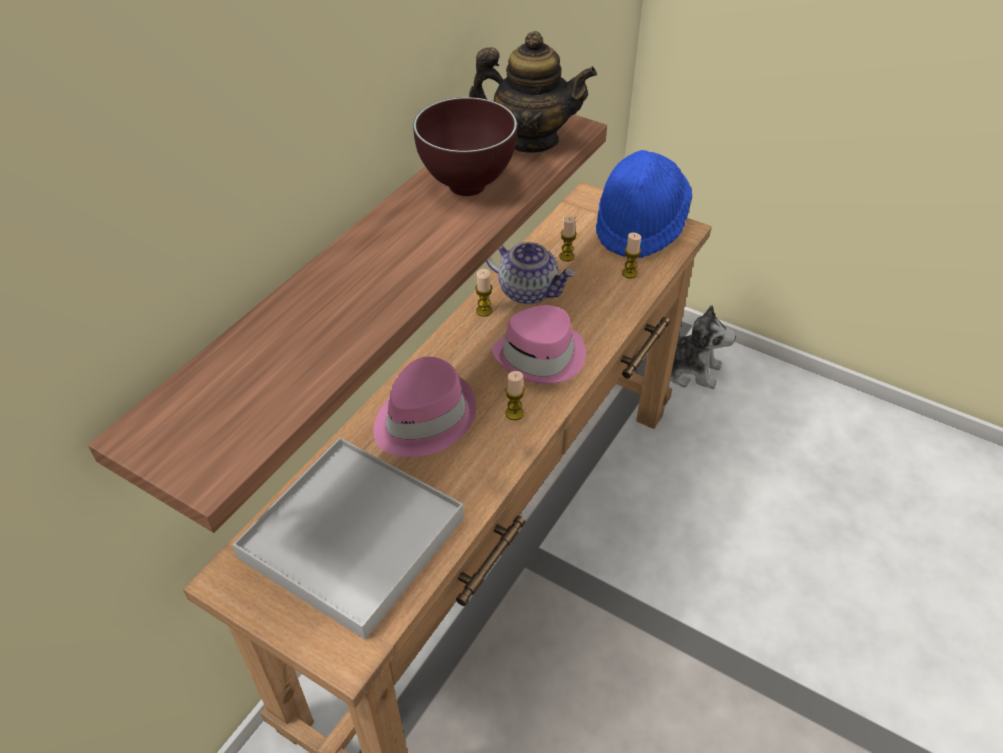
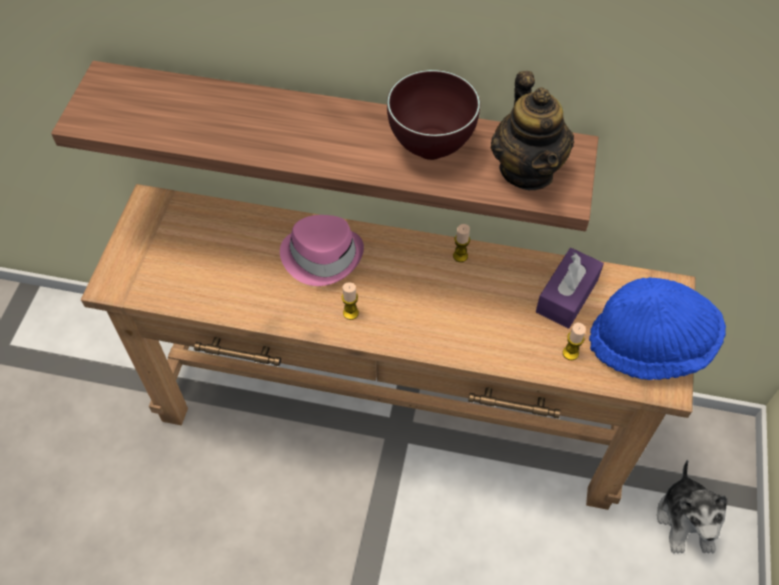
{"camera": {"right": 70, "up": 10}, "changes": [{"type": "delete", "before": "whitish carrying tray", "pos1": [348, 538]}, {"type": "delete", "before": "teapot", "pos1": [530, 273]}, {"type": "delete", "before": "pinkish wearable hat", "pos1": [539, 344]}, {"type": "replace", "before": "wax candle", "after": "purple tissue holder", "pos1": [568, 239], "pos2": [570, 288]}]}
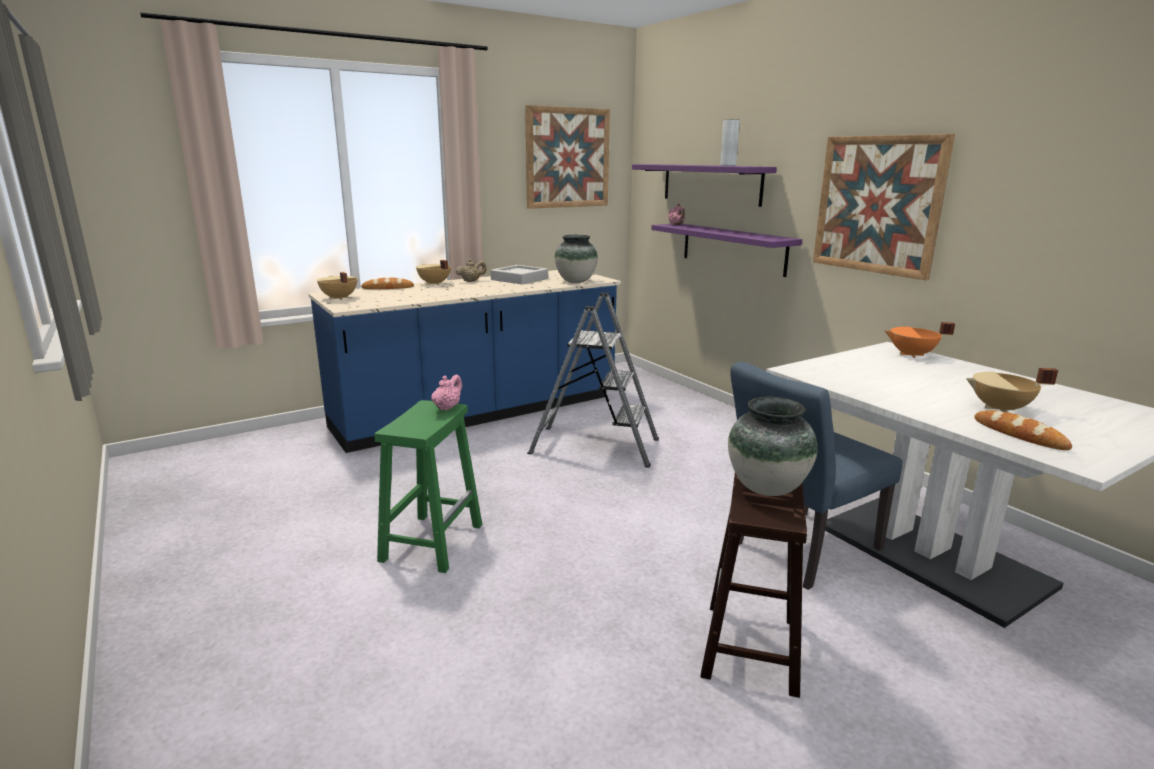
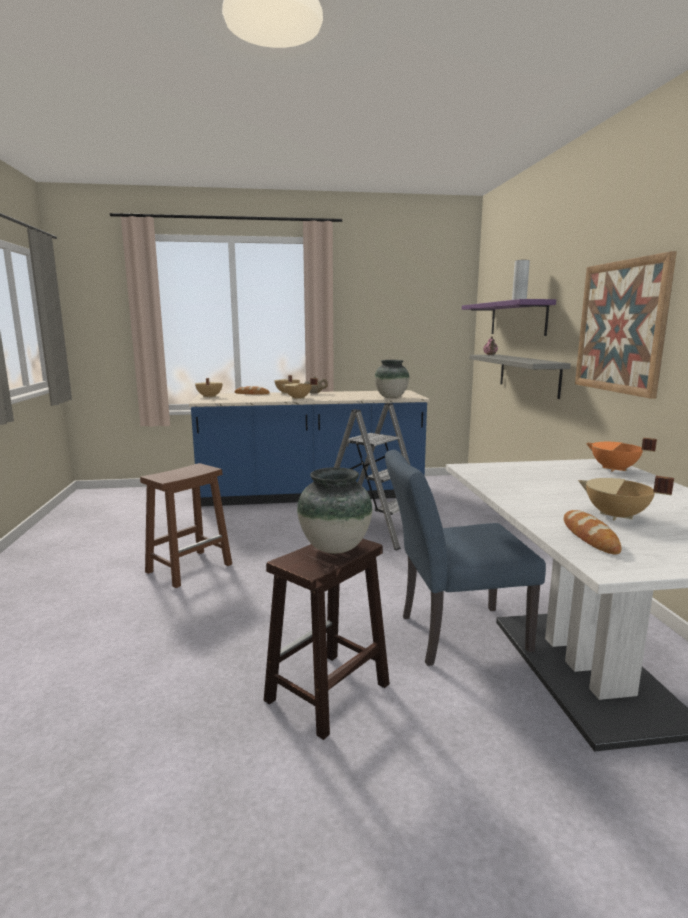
{"camera": {"right": 25, "up": -5}, "changes": [{"type": "delete", "before": "pinkish teapot", "pos1": [446, 393]}, {"type": "delete", "before": "grey carrying tray", "pos1": [519, 274]}, {"type": "delete", "before": "wall picture", "pos1": [567, 157]}, {"type": "insert", "after": "sand-coloured cooking pot", "pos2": [299, 388]}, {"type": "recolor", "before": "greenish stool", "after": "brownish stool", "pos1": [428, 486], "pos2": [186, 525]}, {"type": "recolor", "before": "purple bracket shelf", "after": "grey bracket shelf", "pos1": [726, 250], "pos2": [520, 377]}]}
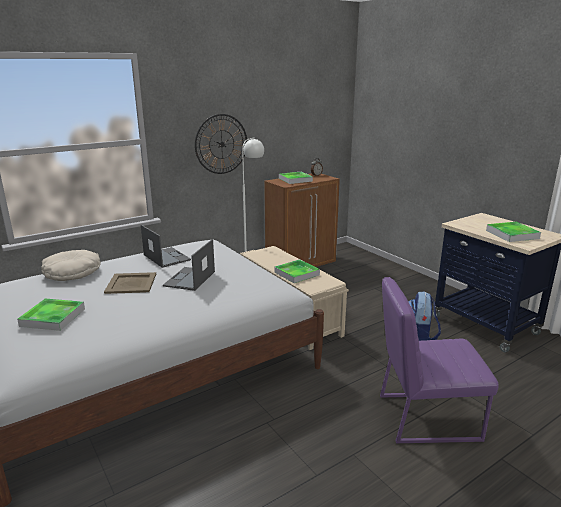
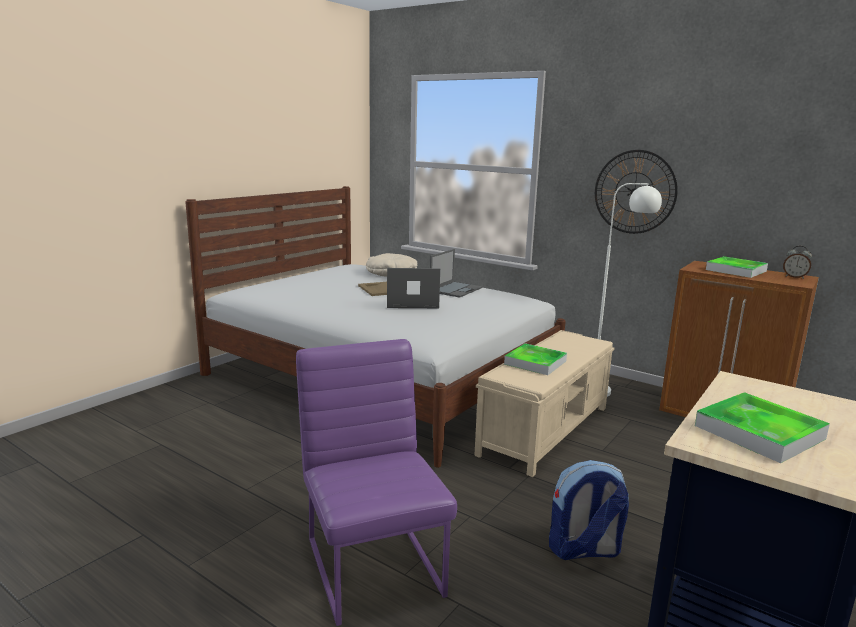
{"camera": {"right": 70, "up": -5}, "changes": [{"type": "delete", "before": "carrying tray", "pos1": [51, 315]}]}
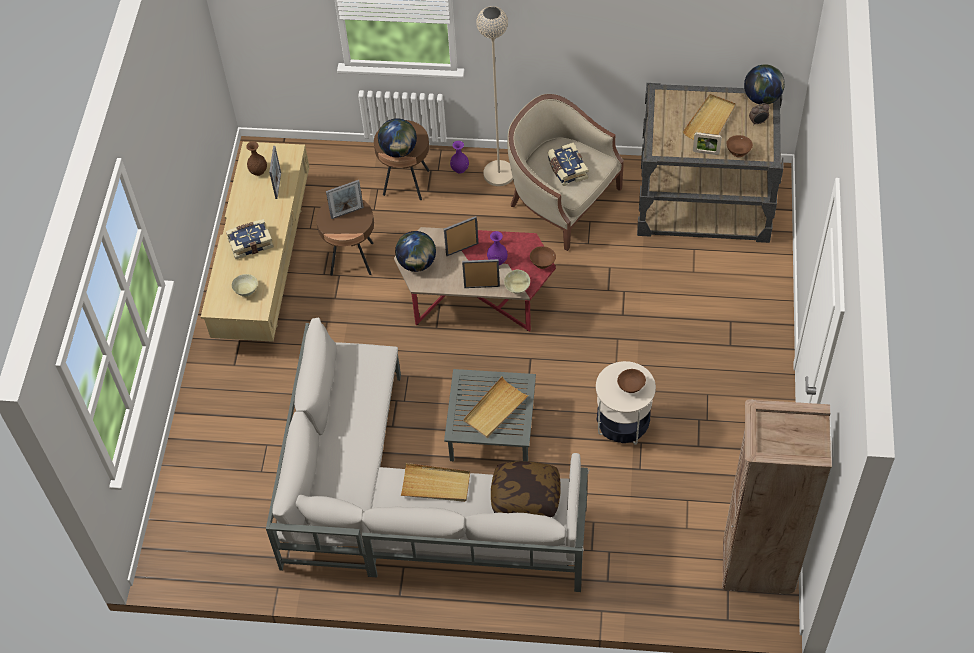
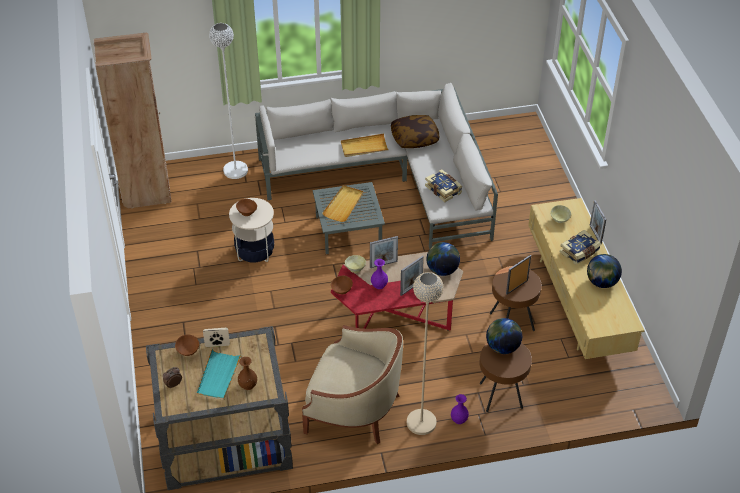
{"camera": {"right": 160, "up": -10}, "changes": [{"type": "insert", "after": "whitish standard lamp", "pos2": [228, 101]}, {"type": "move", "before": "brownish vase", "pos1": [256, 158], "pos2": [247, 373]}, {"type": "move", "before": "photo frame", "pos1": [275, 172], "pos2": [598, 222]}, {"type": "move", "before": "cushion", "pos1": [526, 489], "pos2": [415, 131]}, {"type": "move", "before": "bound book", "pos1": [568, 164], "pos2": [443, 185]}, {"type": "move", "before": "world globe", "pos1": [764, 84], "pos2": [604, 271]}, {"type": "recolor", "before": "sand-coloured carrying tray", "after": "turquoise carrying tray", "pos1": [709, 117], "pos2": [219, 374]}]}
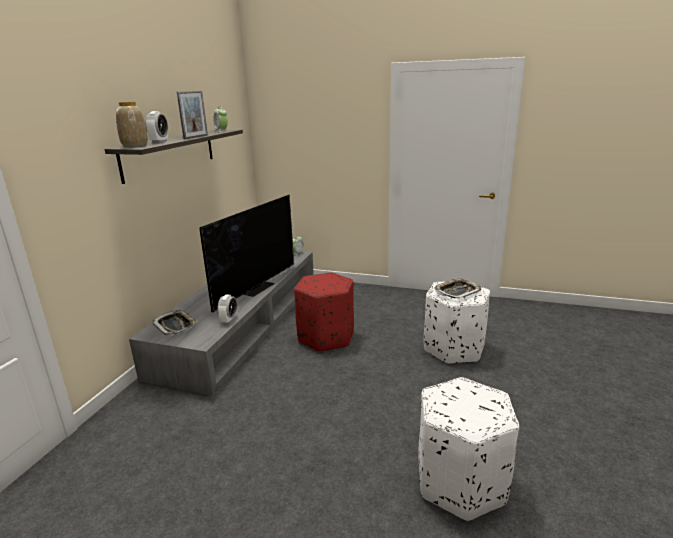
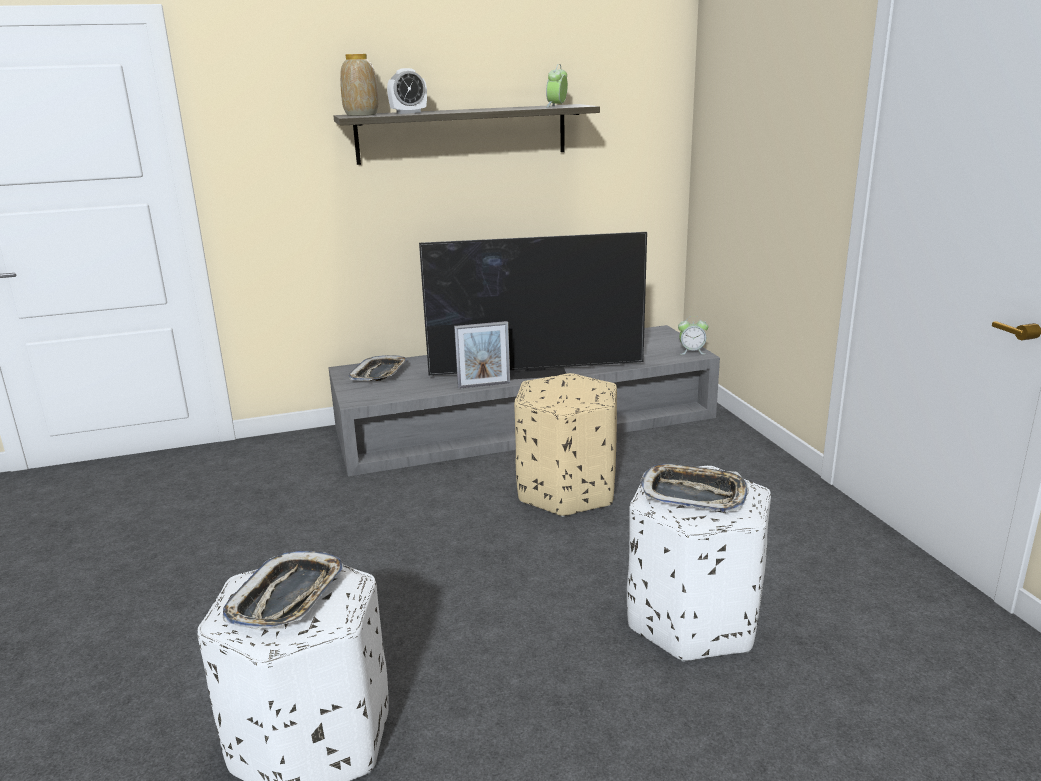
{"camera": {"right": 55, "up": 0}, "changes": [{"type": "delete", "before": "table clock", "pos1": [227, 309]}, {"type": "insert", "after": "carrying tray", "pos2": [283, 590]}, {"type": "move", "before": "photo frame", "pos1": [192, 115], "pos2": [482, 355]}, {"type": "recolor", "before": "red-coloured pouffe", "after": "sand-coloured pouffe", "pos1": [324, 312], "pos2": [565, 445]}]}
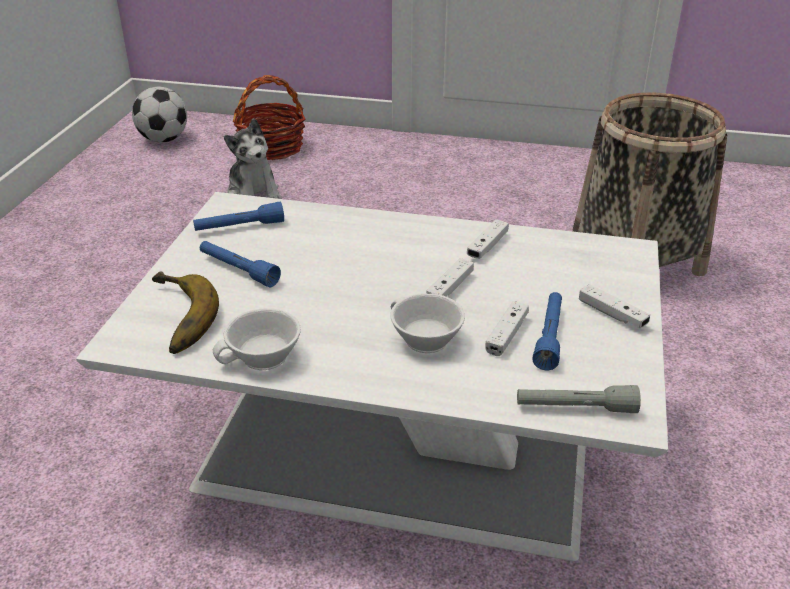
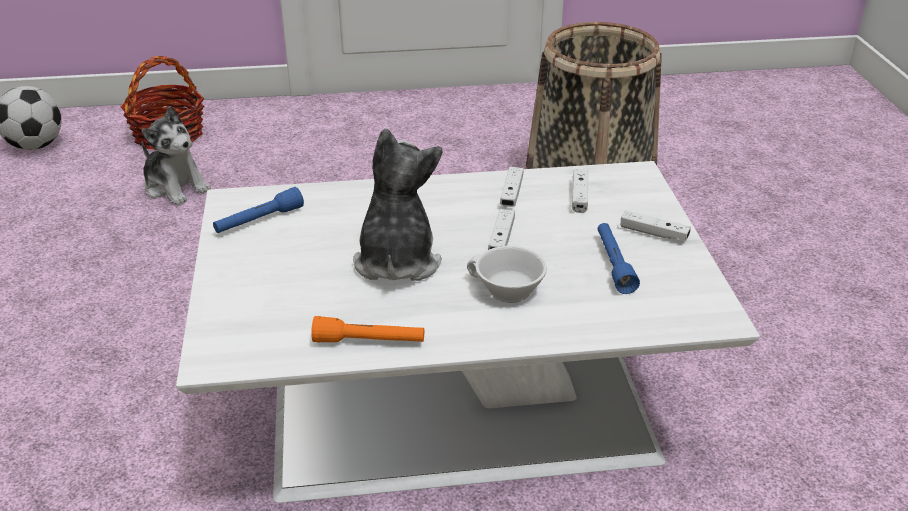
{"camera": {"right": -20, "up": 0}, "changes": [{"type": "delete", "before": "banana", "pos1": [185, 312]}, {"type": "delete", "before": "blue-coloured hand torch", "pos1": [240, 264]}, {"type": "delete", "before": "grey hand torch", "pos1": [579, 399]}, {"type": "insert", "after": "plush toy", "pos2": [397, 204]}, {"type": "move", "before": "whitish game controller", "pos1": [507, 328], "pos2": [580, 191]}, {"type": "replace", "before": "whitish small cup", "after": "orangey hand torch", "pos1": [257, 339], "pos2": [367, 329]}]}
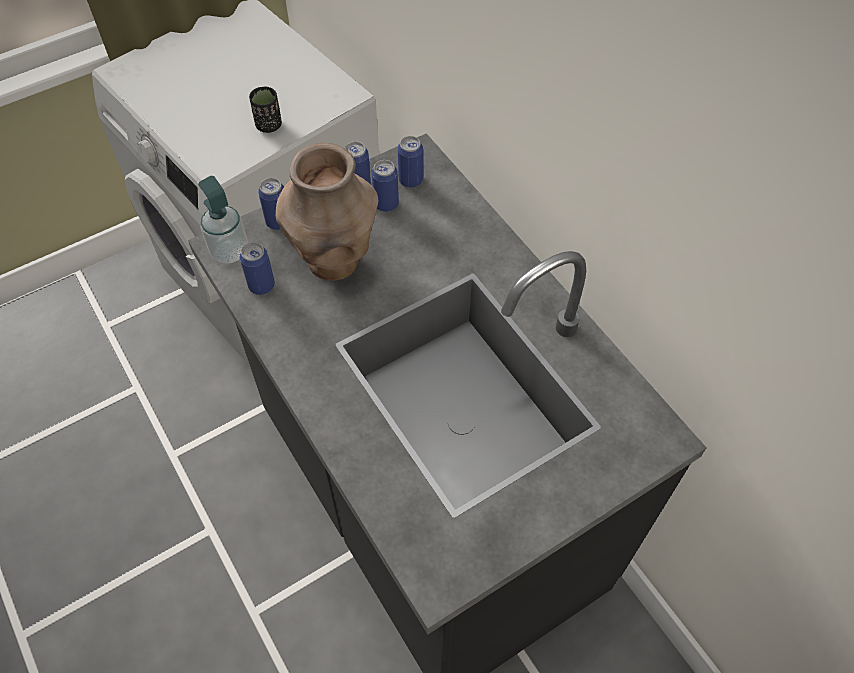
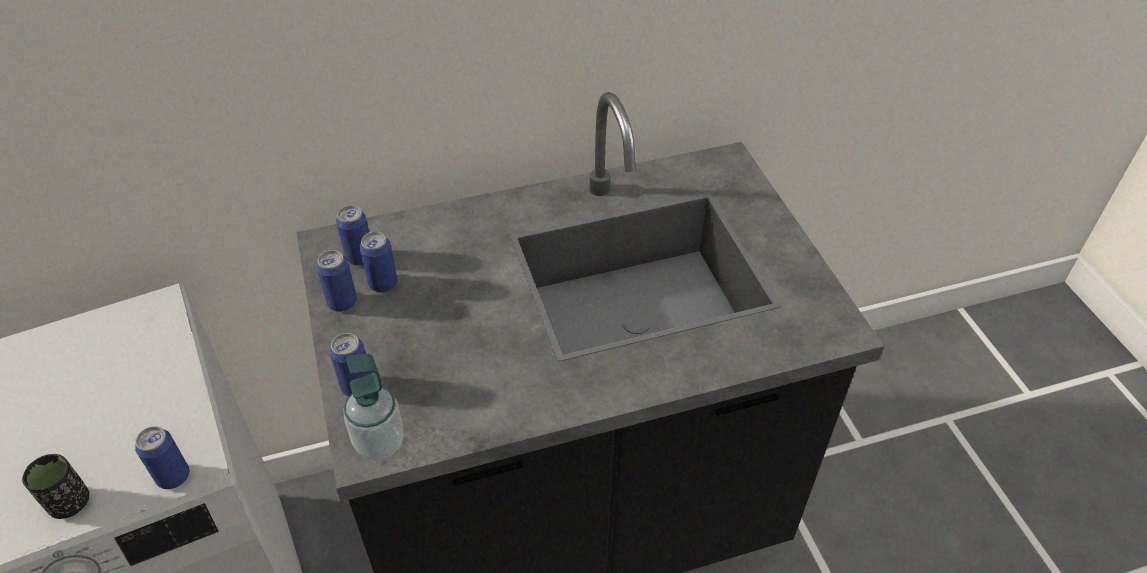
{"camera": {"right": -75, "up": -10}, "changes": [{"type": "delete", "before": "brownish vase", "pos1": [326, 212]}, {"type": "move", "before": "sealed can", "pos1": [257, 268], "pos2": [162, 457]}, {"type": "move", "before": "black-coloured small cup", "pos1": [265, 109], "pos2": [55, 486]}]}
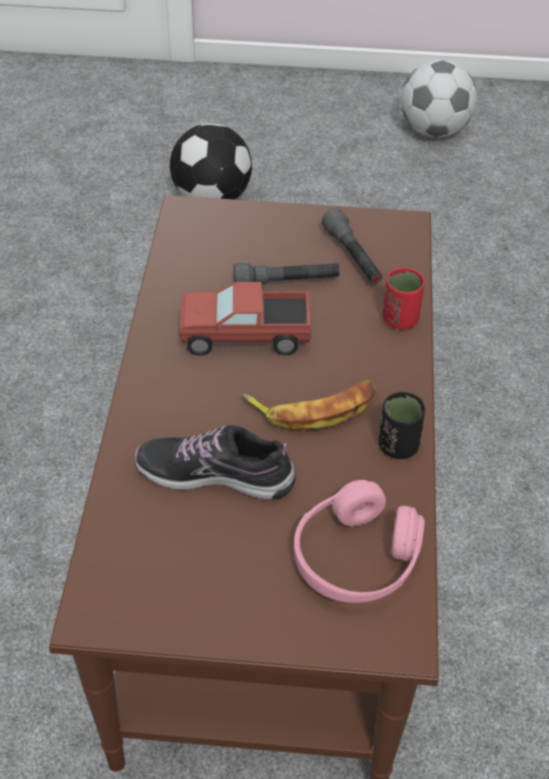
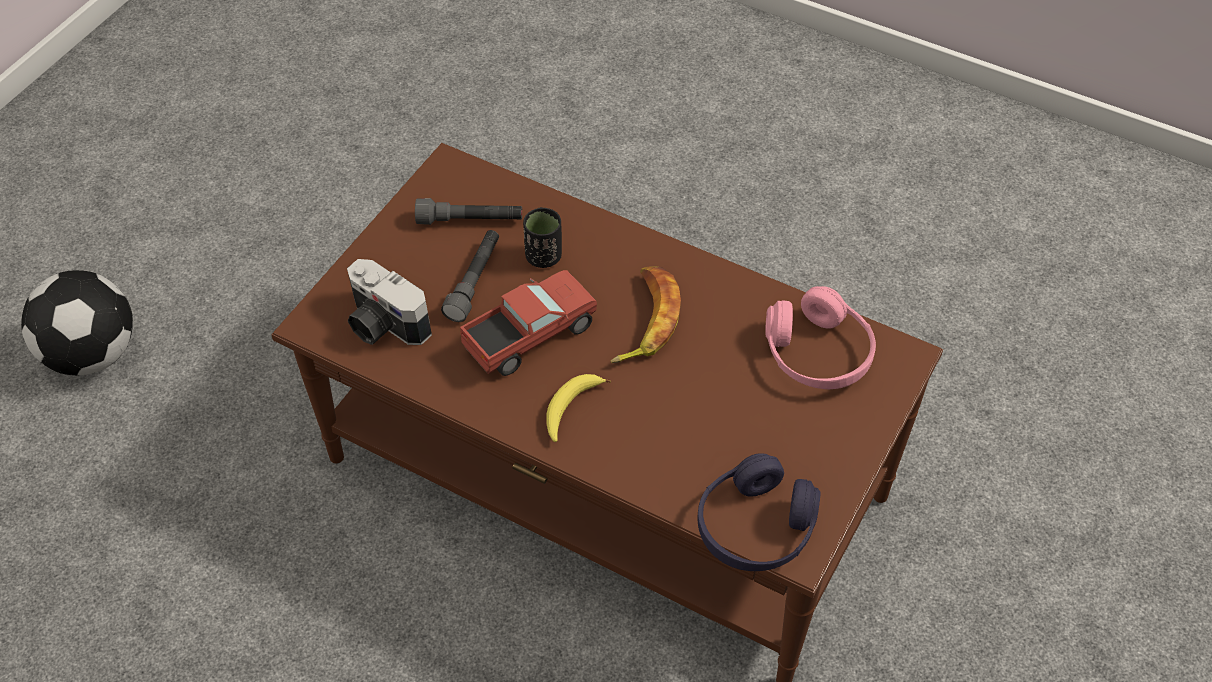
{"camera": {"right": -65, "up": 5}, "changes": [{"type": "delete", "before": "item of footwear", "pos1": [215, 462]}, {"type": "delete", "before": "red-coloured small cup", "pos1": [404, 298]}, {"type": "delete", "before": "football", "pos1": [439, 99]}, {"type": "insert", "after": "still camera", "pos2": [389, 302]}, {"type": "insert", "after": "banana", "pos2": [578, 408]}, {"type": "insert", "after": "purple pair of headphones", "pos2": [759, 512]}, {"type": "move", "before": "black-coloured small cup", "pos1": [402, 425], "pos2": [542, 237]}, {"type": "rotate", "before": "toy lorry", "pos1": [245, 319], "pos2": [528, 323], "turn": -150}]}
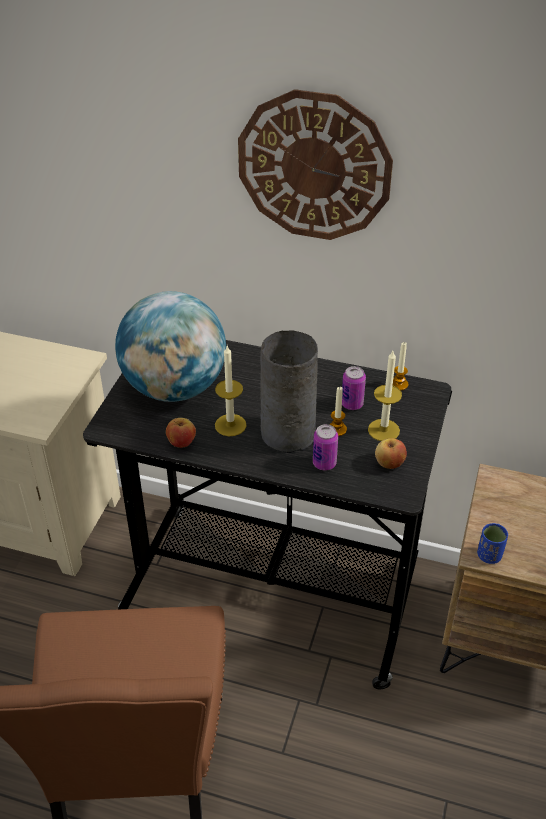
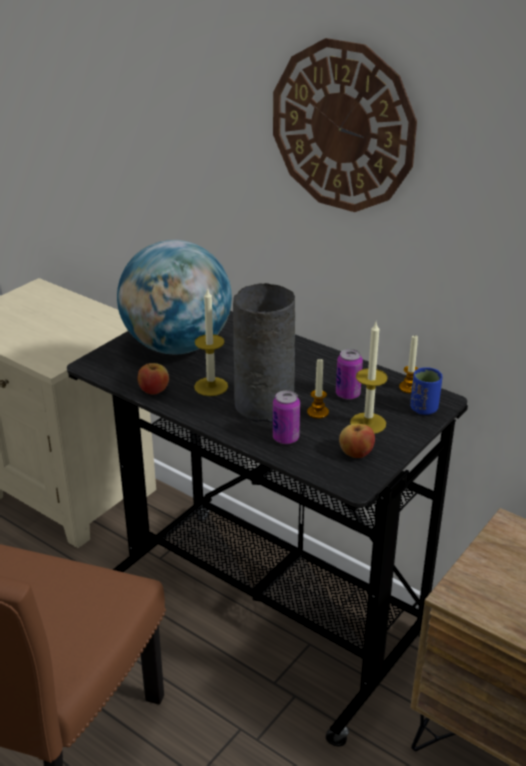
{"camera": {"right": 20, "up": -10}, "changes": [{"type": "move", "before": "blue-coloured small cup", "pos1": [492, 543], "pos2": [426, 391]}]}
